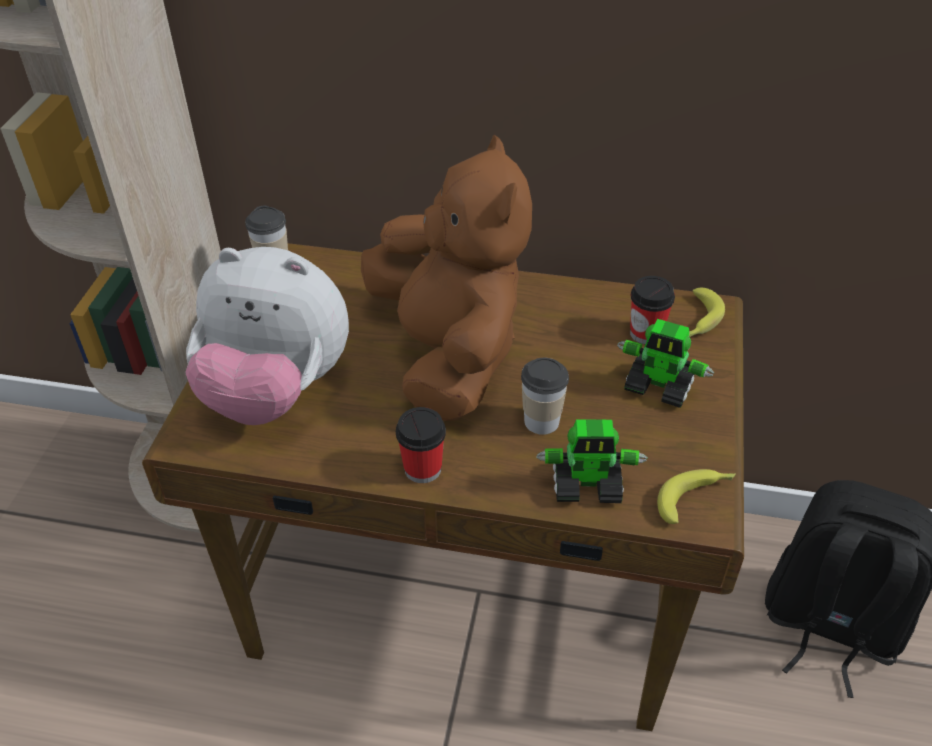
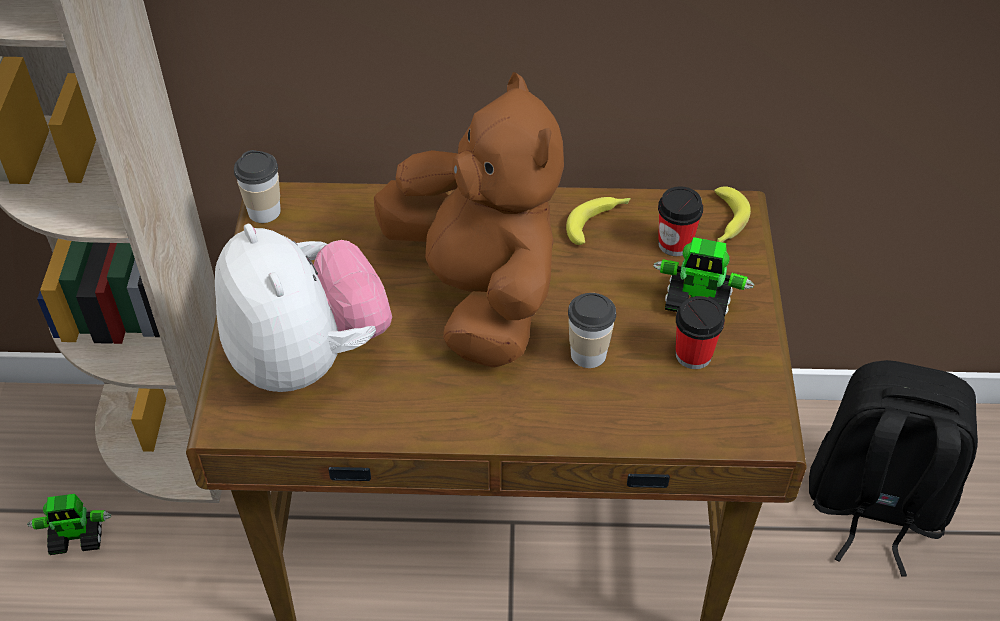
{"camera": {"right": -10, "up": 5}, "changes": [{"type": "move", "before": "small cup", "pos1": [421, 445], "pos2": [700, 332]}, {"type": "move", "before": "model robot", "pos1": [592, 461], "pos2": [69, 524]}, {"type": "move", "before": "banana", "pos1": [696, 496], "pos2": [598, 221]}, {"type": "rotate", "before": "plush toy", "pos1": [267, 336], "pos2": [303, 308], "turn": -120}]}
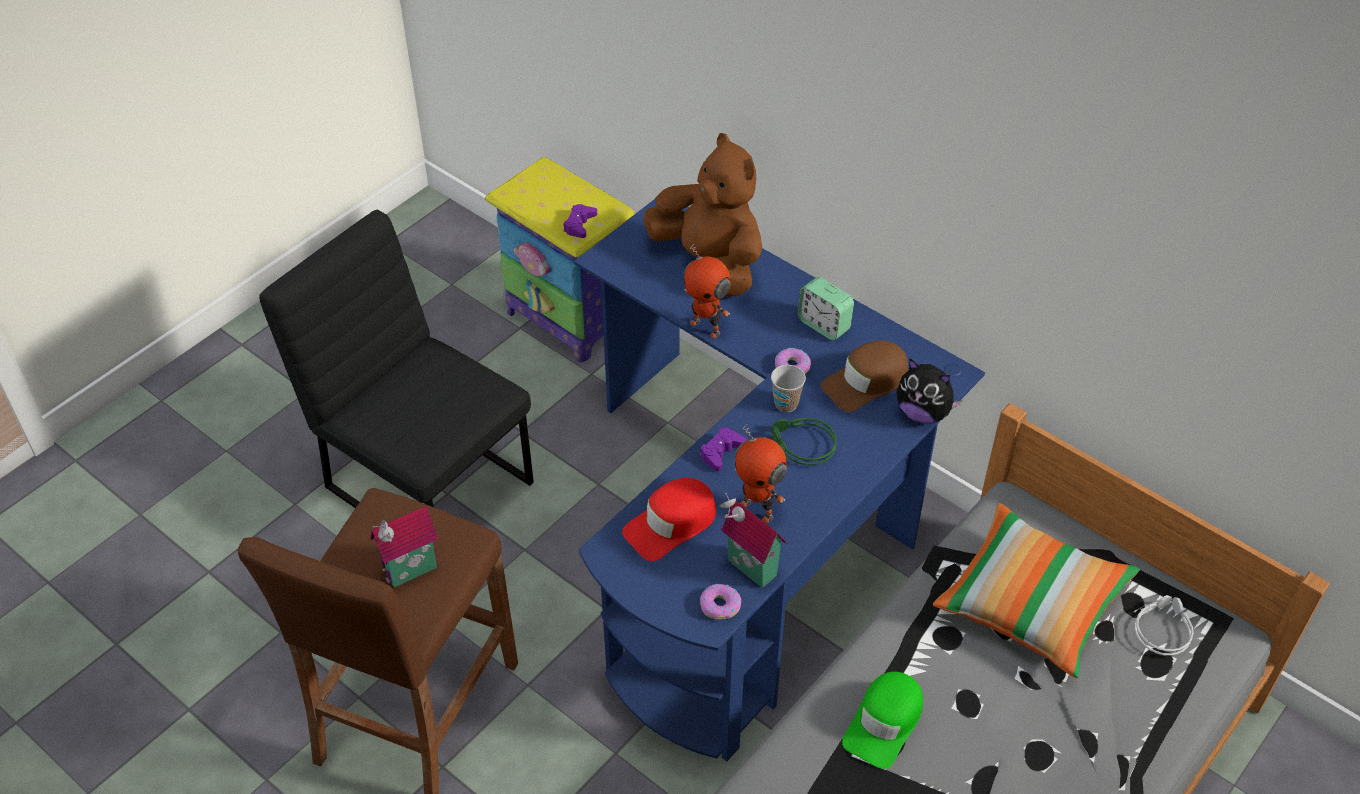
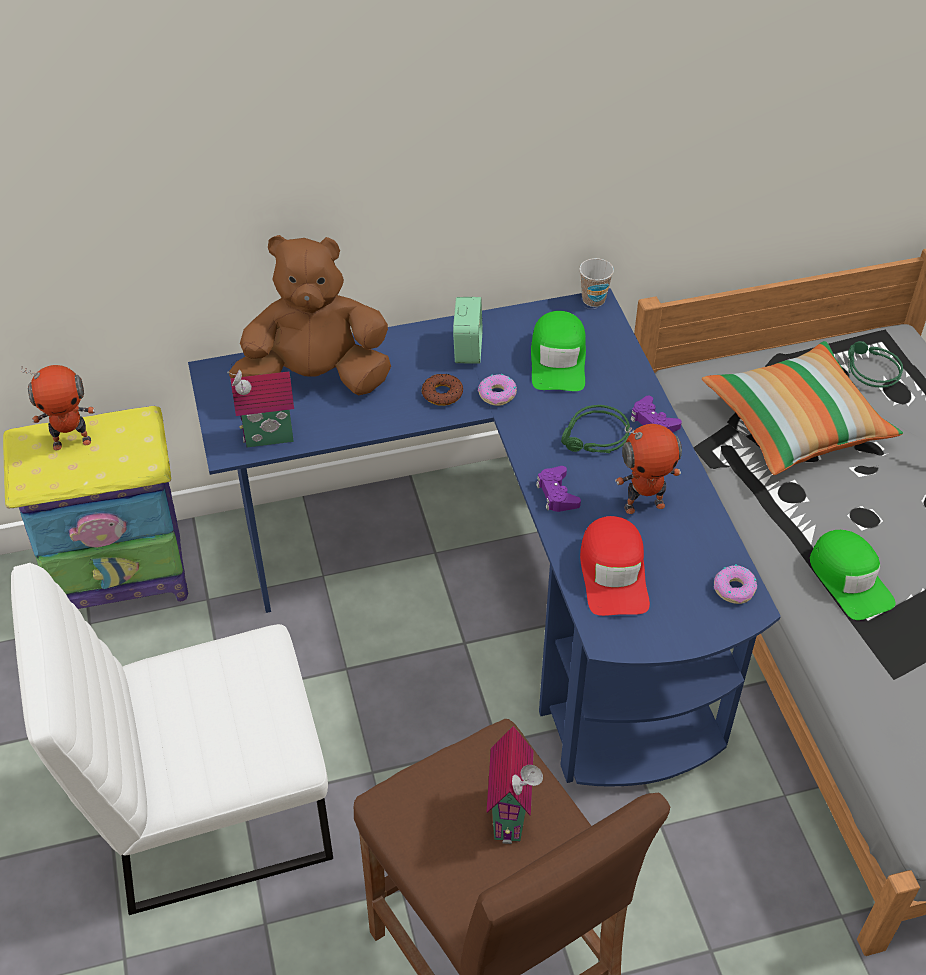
{"camera": {"right": -55, "up": 0}, "changes": [{"type": "delete", "before": "plush toy", "pos1": [930, 391]}, {"type": "insert", "after": "donut", "pos2": [442, 390]}, {"type": "move", "before": "purple game controller", "pos1": [580, 221], "pos2": [656, 414]}, {"type": "move", "before": "model robot", "pos1": [707, 291], "pos2": [58, 408]}, {"type": "move", "before": "toy house", "pos1": [753, 540], "pos2": [260, 408]}, {"type": "move", "before": "small cup", "pos1": [788, 388], "pos2": [596, 282]}, {"type": "recolor", "before": "black-coloured upright chair", "after": "whitish upright chair", "pos1": [396, 359], "pos2": [172, 739]}, {"type": "recolor", "before": "brownish cap", "after": "greenish cap", "pos1": [865, 376], "pos2": [558, 351]}, {"type": "recolor", "before": "grey pair of headphones", "after": "greenish pair of headphones", "pos1": [1164, 625], "pos2": [875, 364]}, {"type": "rotate", "before": "table clock", "pos1": [826, 309], "pos2": [467, 330], "turn": -75}]}
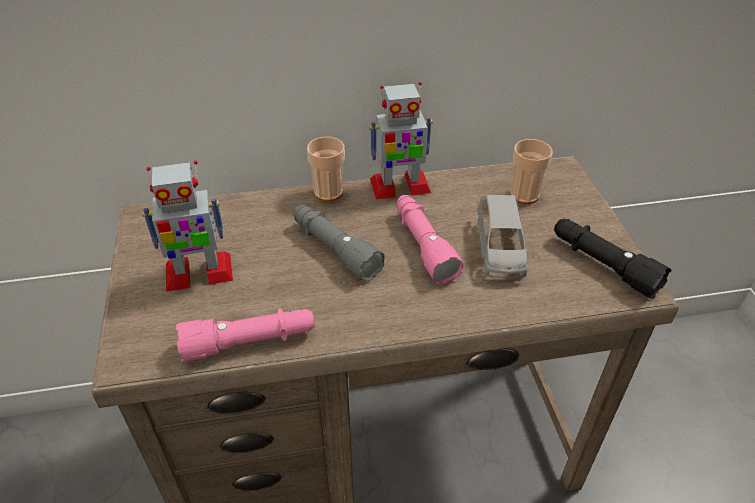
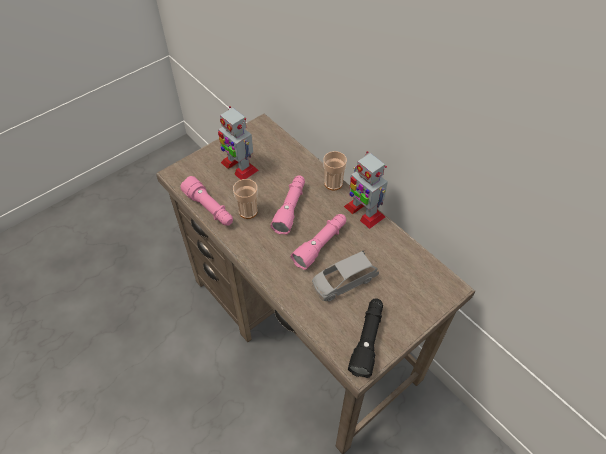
{"camera": {"right": 60, "up": 10}, "changes": [{"type": "move", "before": "small cup", "pos1": [531, 171], "pos2": [245, 199]}, {"type": "recolor", "before": "grey hand torch", "after": "pinkish hand torch", "pos1": [339, 243], "pos2": [287, 205]}]}
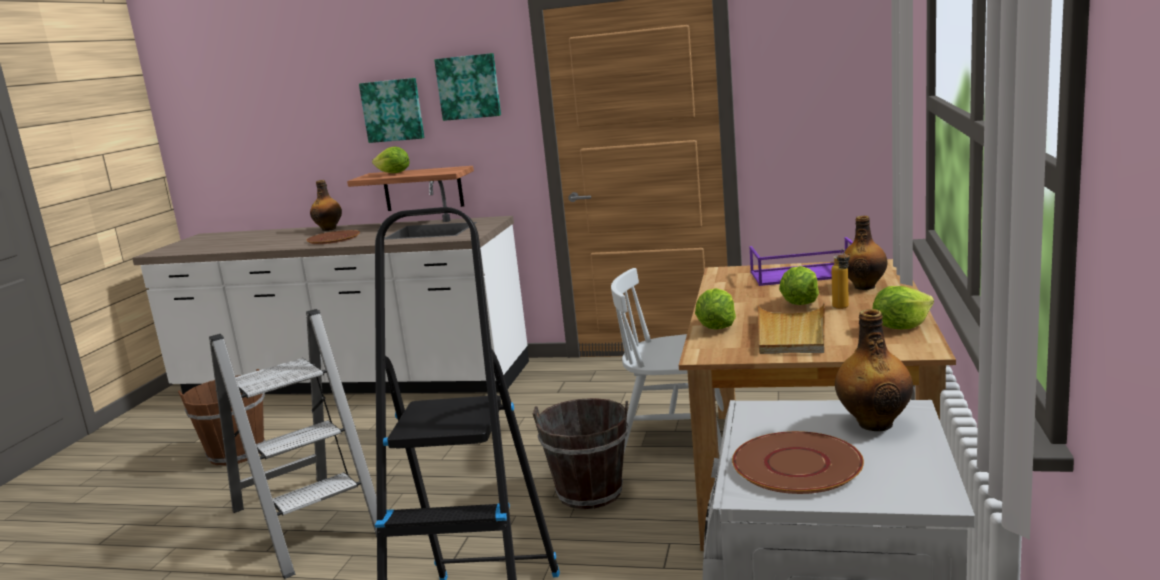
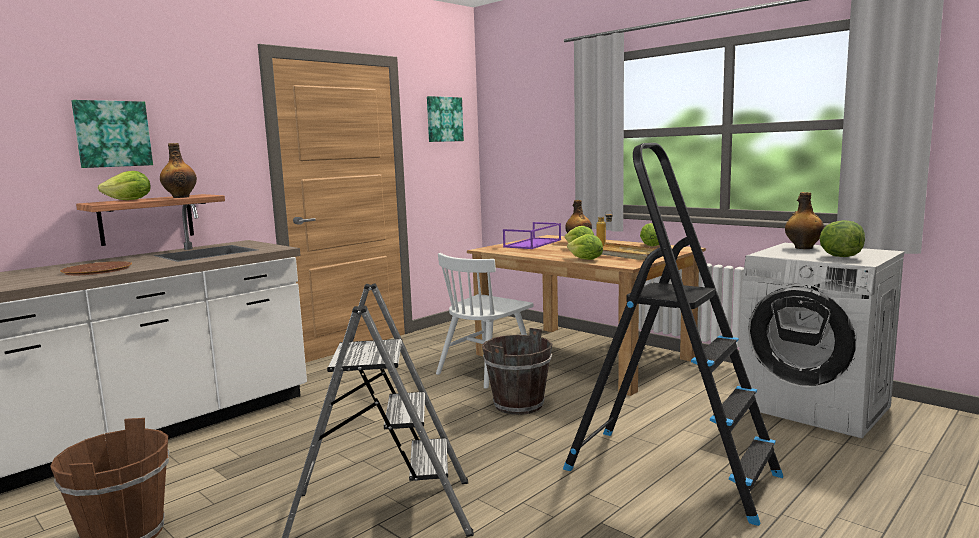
{"camera": {"right": -60, "up": -5}, "changes": [{"type": "move", "before": "beverage bottle", "pos1": [326, 205], "pos2": [178, 170]}, {"type": "move", "before": "wall picture", "pos1": [467, 87], "pos2": [445, 119]}, {"type": "replace", "before": "brownish plate", "after": "lettuce", "pos1": [798, 462], "pos2": [842, 238]}]}
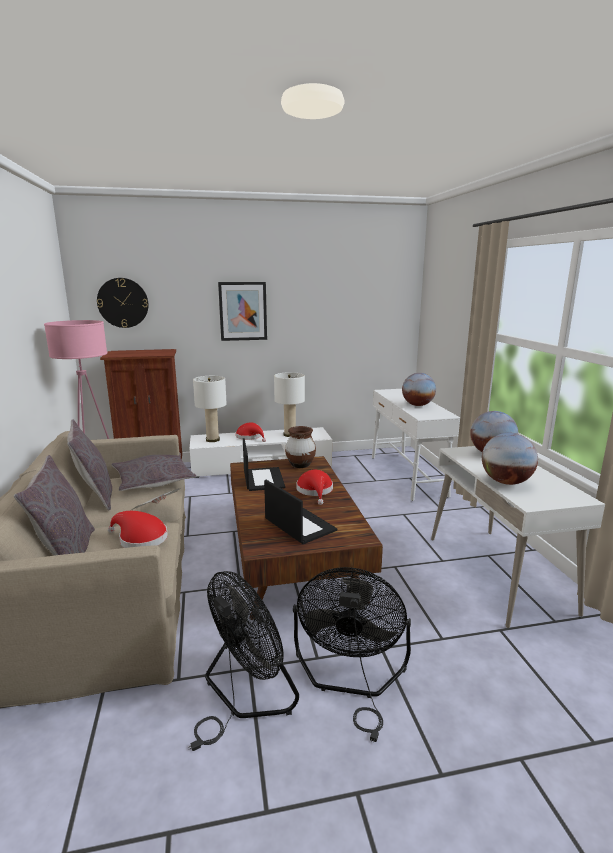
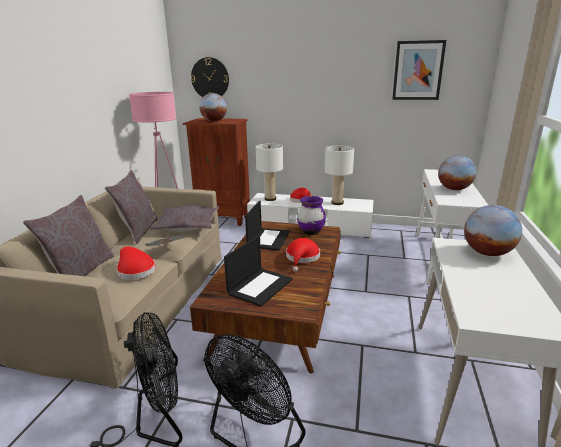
{"camera": {"right": 25, "up": 5}, "changes": [{"type": "move", "before": "wall picture", "pos1": [242, 311], "pos2": [419, 70]}, {"type": "move", "before": "world globe", "pos1": [510, 459], "pos2": [213, 107]}, {"type": "recolor", "before": "brownish vase", "after": "purple vase", "pos1": [300, 447], "pos2": [311, 215]}, {"type": "rotate", "before": "laptop", "pos1": [300, 512], "pos2": [258, 271], "turn": 45}]}
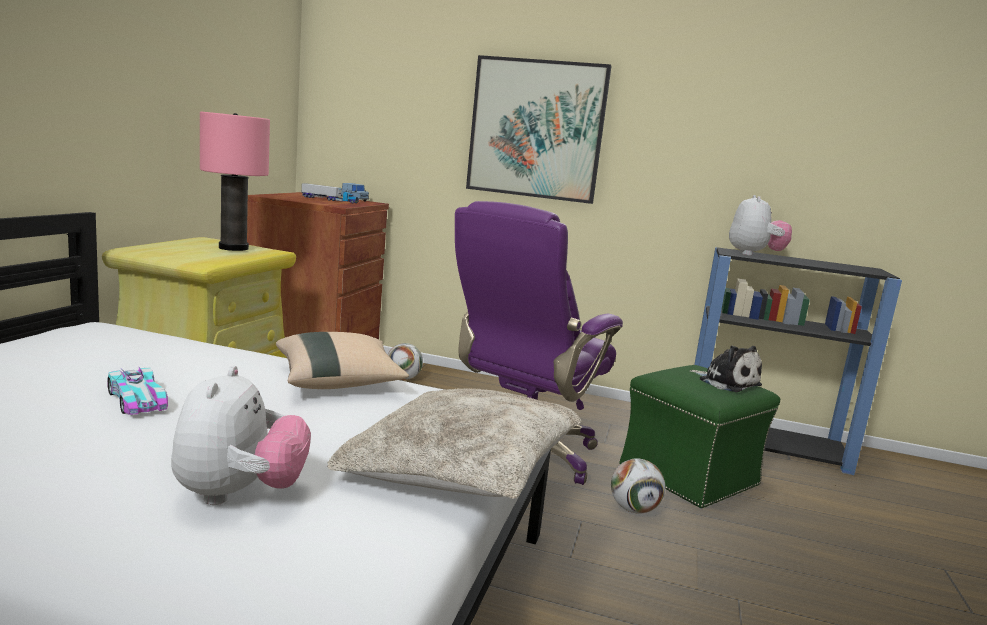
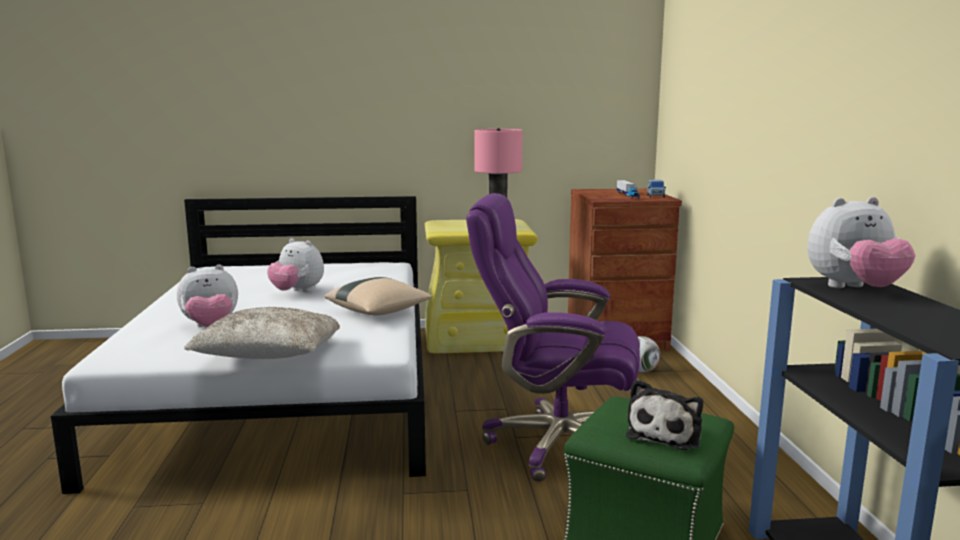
{"camera": {"right": 70, "up": 0}, "changes": [{"type": "delete", "before": "wall picture", "pos1": [539, 129]}, {"type": "delete", "before": "football", "pos1": [638, 486]}, {"type": "replace", "before": "model car", "after": "plush toy", "pos1": [137, 390], "pos2": [295, 265]}]}
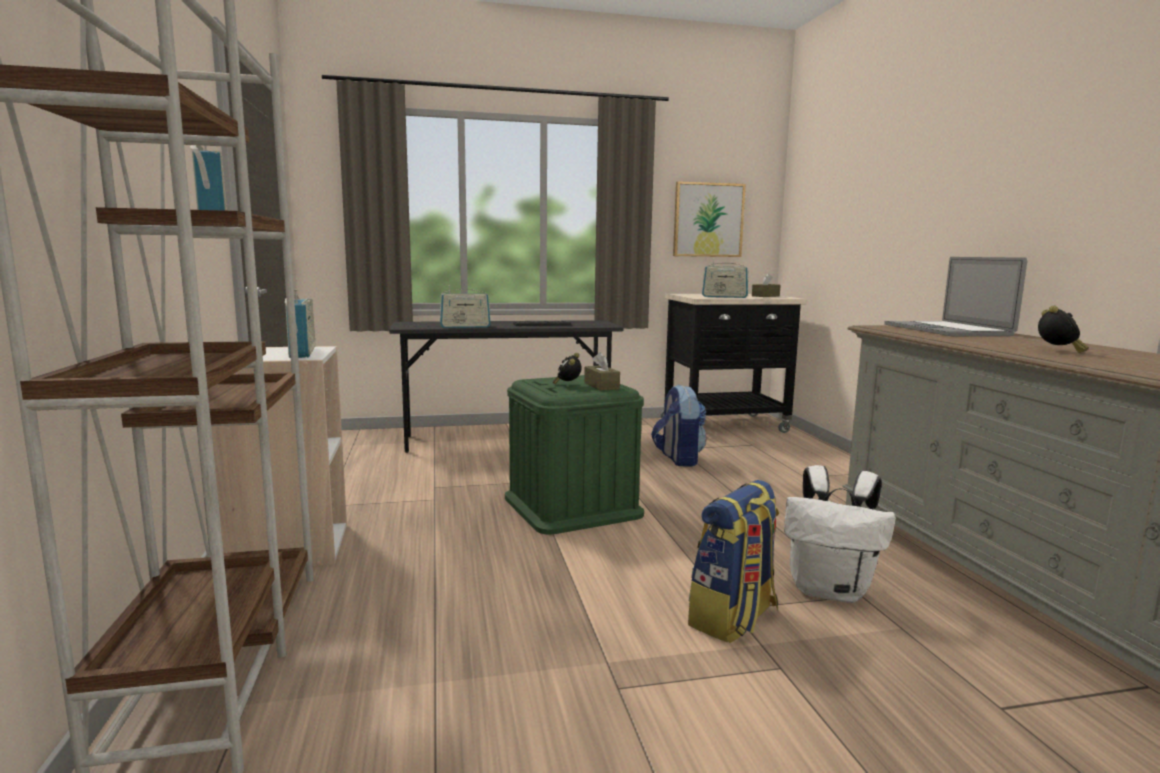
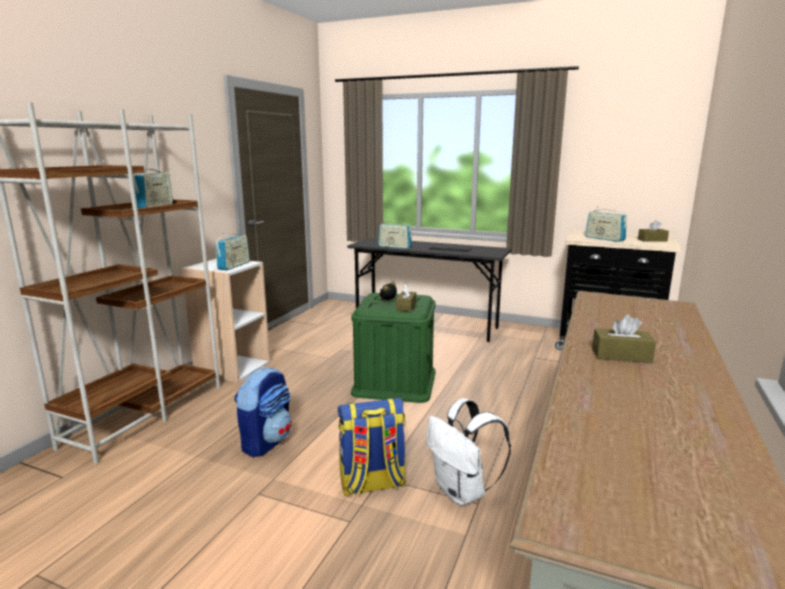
{"camera": {"right": 35, "up": 5}, "changes": [{"type": "delete", "before": "wall picture", "pos1": [709, 219]}, {"type": "delete", "before": "laptop", "pos1": [955, 296]}, {"type": "move", "before": "backpack", "pos1": [679, 426], "pos2": [263, 412]}, {"type": "replace", "before": "table clock", "after": "brownish tissue holder", "pos1": [1063, 329], "pos2": [624, 338]}]}
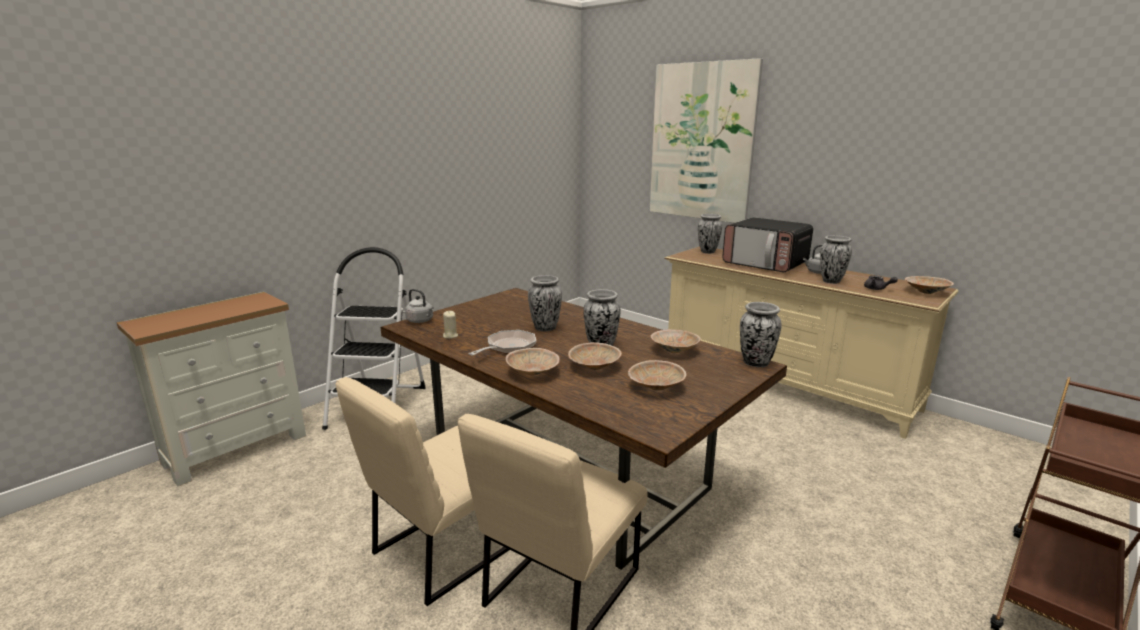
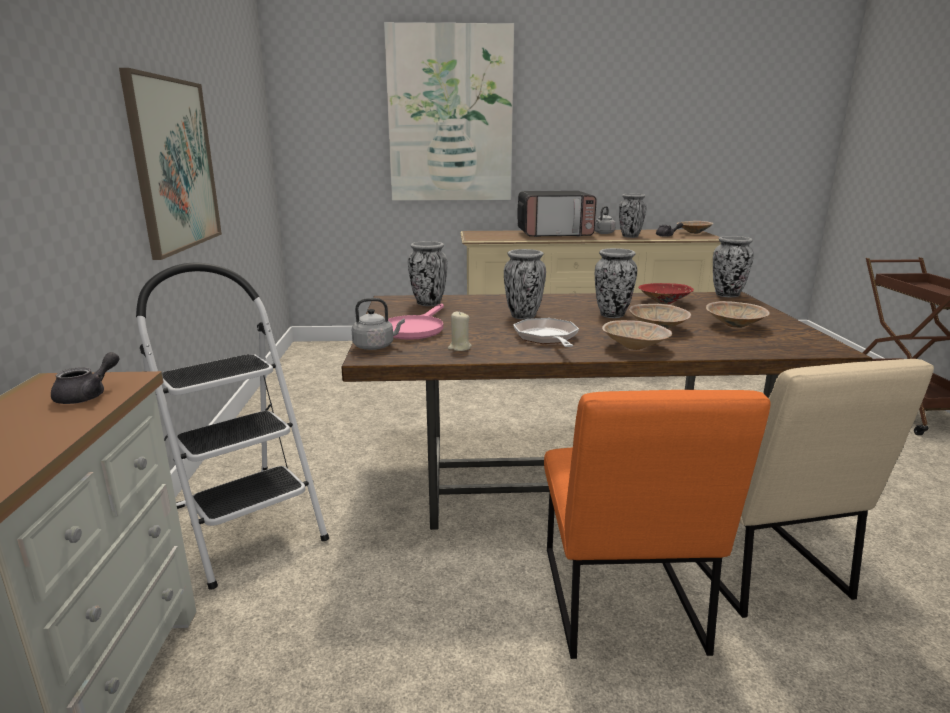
{"camera": {"right": -45, "up": 0}, "changes": [{"type": "insert", "after": "grey teapot", "pos2": [85, 378]}, {"type": "insert", "after": "wall picture", "pos2": [170, 164]}, {"type": "insert", "after": "pinkish pan", "pos2": [416, 321]}, {"type": "move", "before": "vase", "pos1": [710, 234], "pos2": [428, 273]}, {"type": "recolor", "before": "sand-coloured upright chair", "after": "orangey upright chair", "pos1": [423, 491], "pos2": [657, 524]}, {"type": "recolor", "before": "sand-coloured bowl", "after": "red-coloured bowl", "pos1": [676, 341], "pos2": [666, 293]}]}
